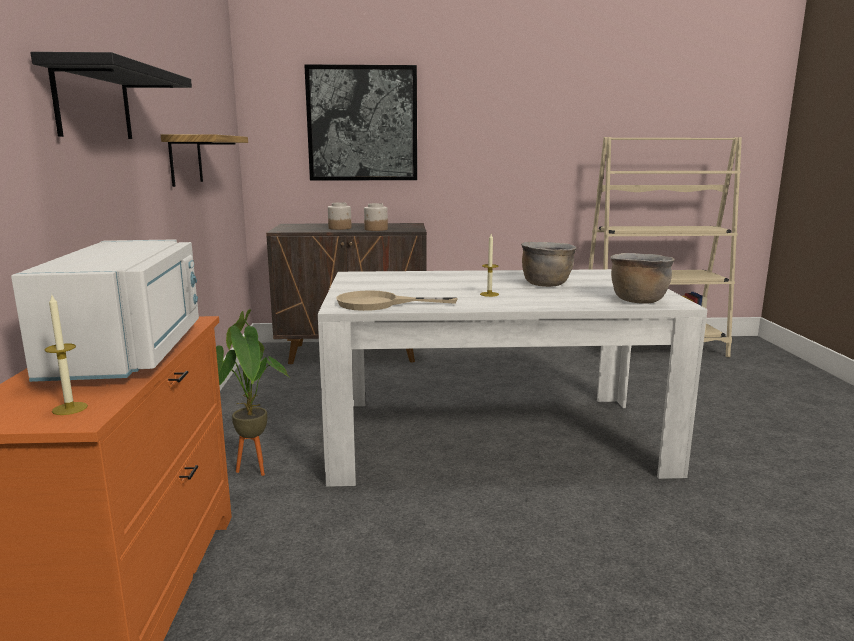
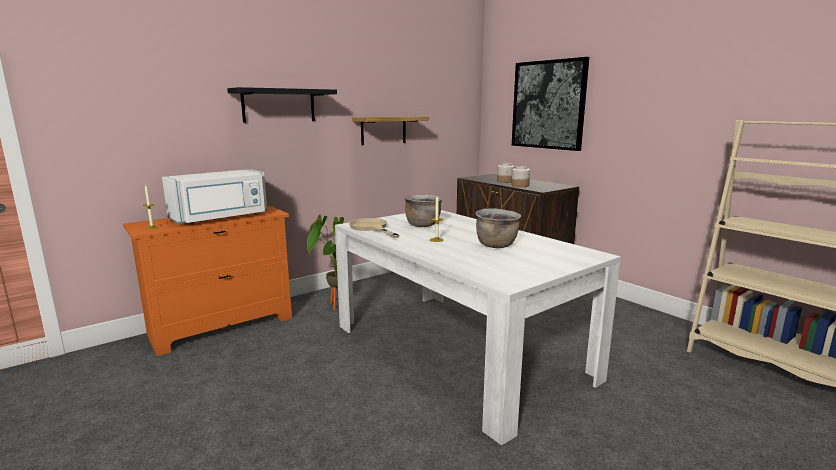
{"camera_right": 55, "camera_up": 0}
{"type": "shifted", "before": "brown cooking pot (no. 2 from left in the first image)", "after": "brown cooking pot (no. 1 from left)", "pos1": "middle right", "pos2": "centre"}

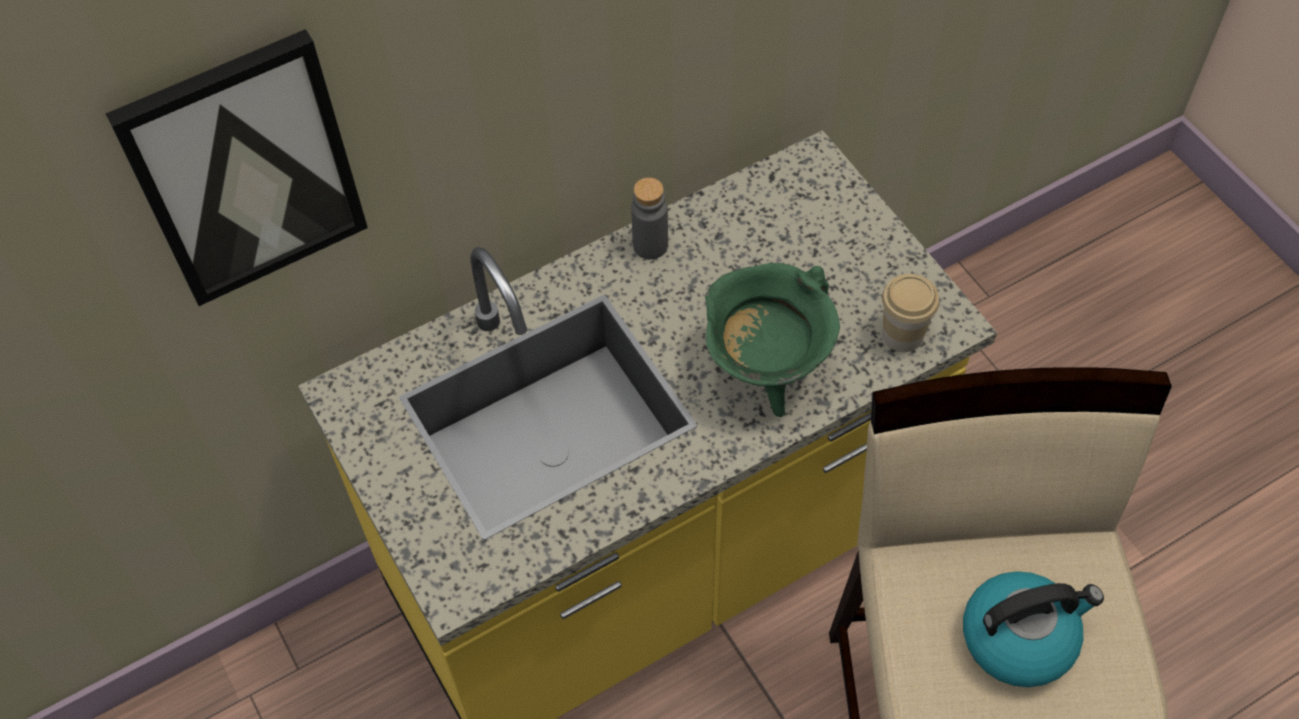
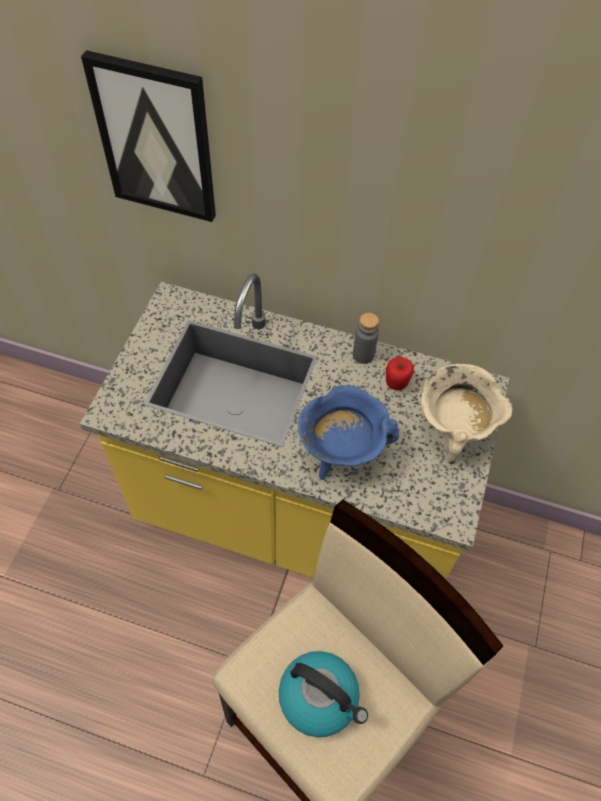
{"camera_right": 45, "camera_up": 0}
{"type": "repainted", "before": "green cooking pot", "after": "blue cooking pot", "pos1": "centre", "pos2": "centre"}
{"type": "gone", "before": "cup", "pos1": "middle right"}
{"type": "new", "after": "apple", "pos2": "centre"}
{"type": "new", "after": "beige cooking pot", "pos2": "middle right"}

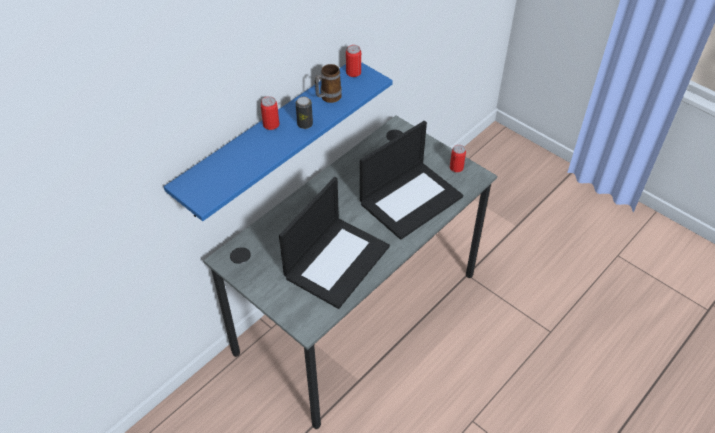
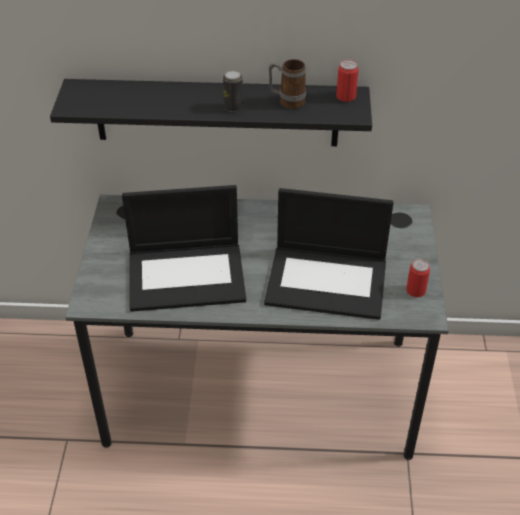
{"camera_right": 50, "camera_up": -5}
{"type": "repainted", "before": "blue shelf", "after": "black shelf", "pos1": "top centre", "pos2": "top centre"}
{"type": "gone", "before": "can (no. 1 from left)", "pos1": "top centre"}

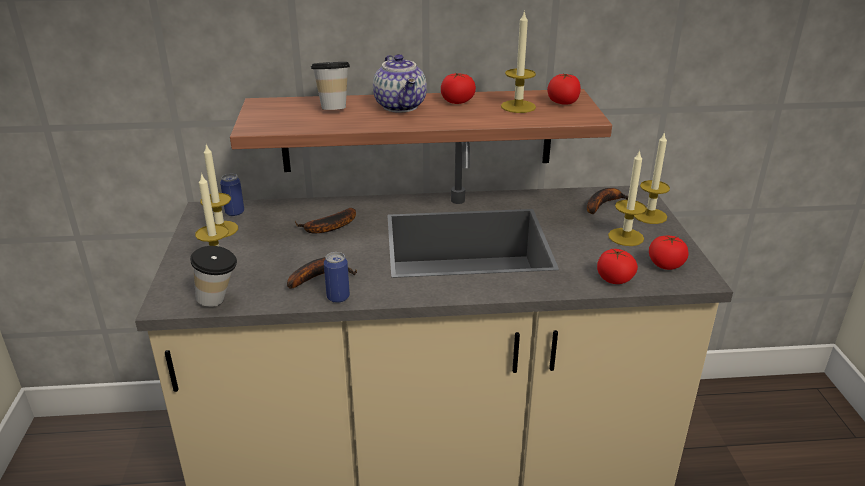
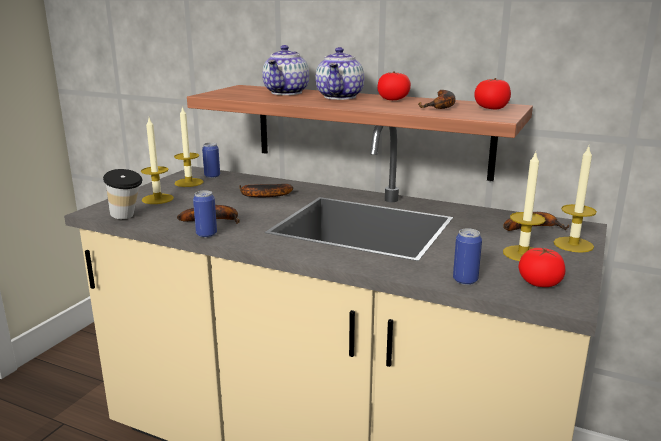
{"camera_right": 30, "camera_up": -10}
{"type": "swapped", "before": "cup (no. 2 from left)", "after": "teapot (no. 1 from left)", "pos1": "top centre", "pos2": "top centre"}
{"type": "swapped", "before": "candle (no. 3 from left)", "after": "banana (no. 3 from left)", "pos1": "top centre", "pos2": "top centre"}
{"type": "swapped", "before": "tomato (no. 3 from left)", "after": "can (no. 3 from left)", "pos1": "middle right", "pos2": "middle right"}

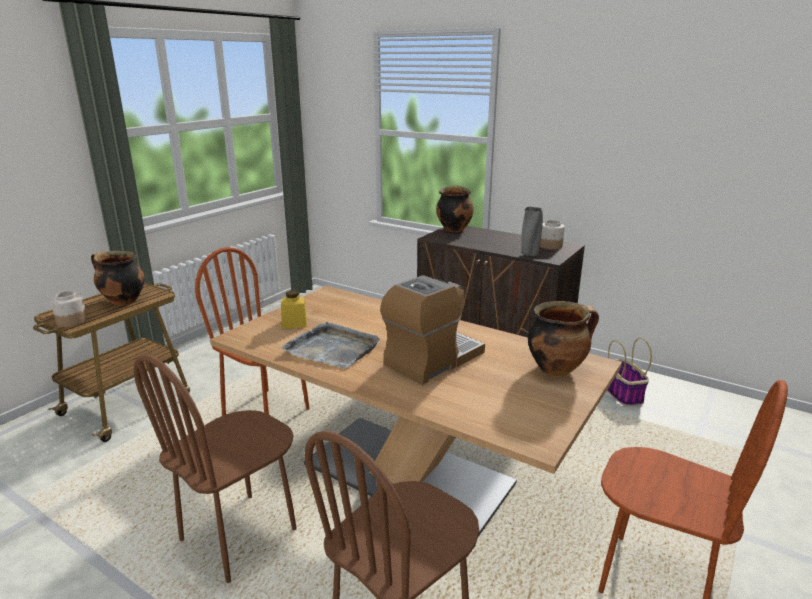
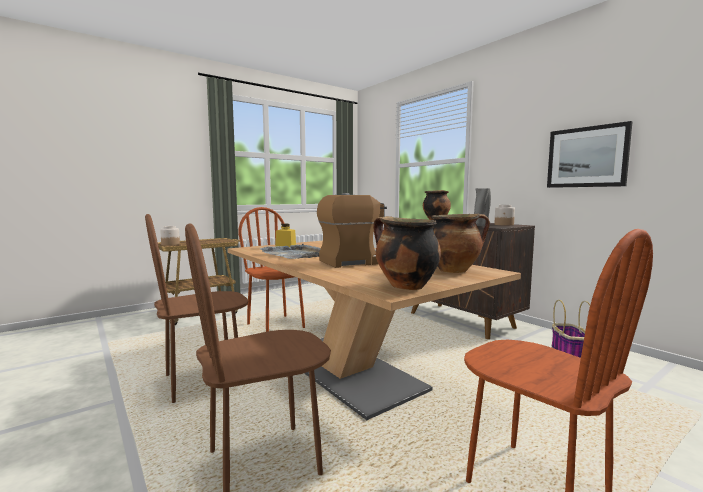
{"camera_right": 20, "camera_up": -15}
{"type": "shifted", "before": "cooking pot (no. 1 from left)", "pos1": "middle left", "pos2": "centre"}
{"type": "new", "after": "picture", "pos2": "top right"}

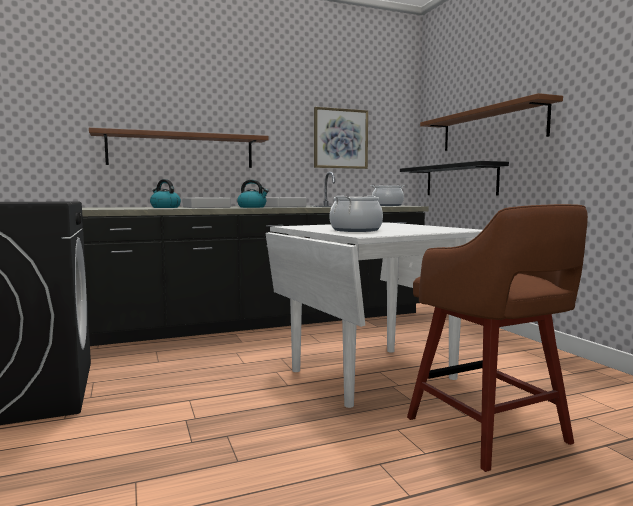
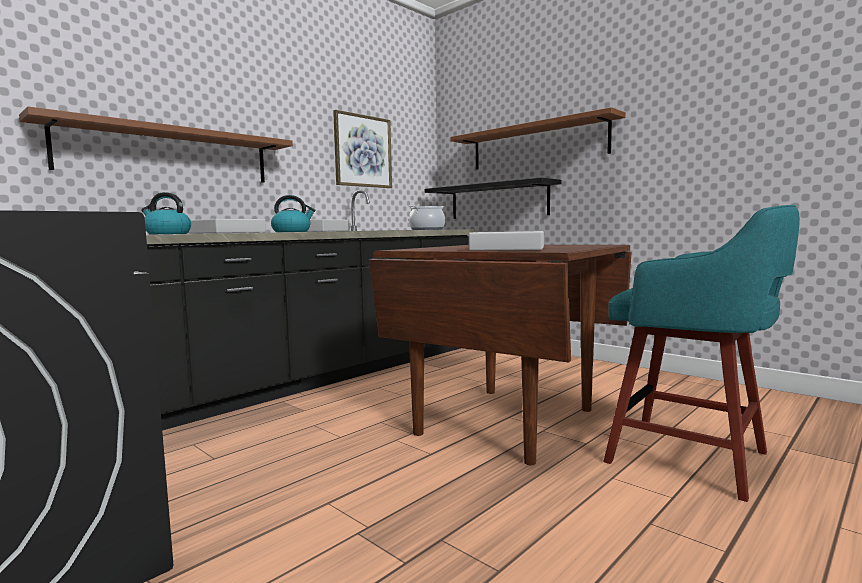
{"camera_right": -25, "camera_up": 0}
{"type": "repainted", "before": "white dining table", "after": "brown dining table", "pos1": "centre", "pos2": "centre"}
{"type": "swapped", "before": "cooking pot (no. 1 from left)", "after": "grey tray (no. 3 from left)", "pos1": "centre", "pos2": "centre"}
{"type": "repainted", "before": "brown stool", "after": "turquoise stool", "pos1": "bottom right", "pos2": "middle right"}

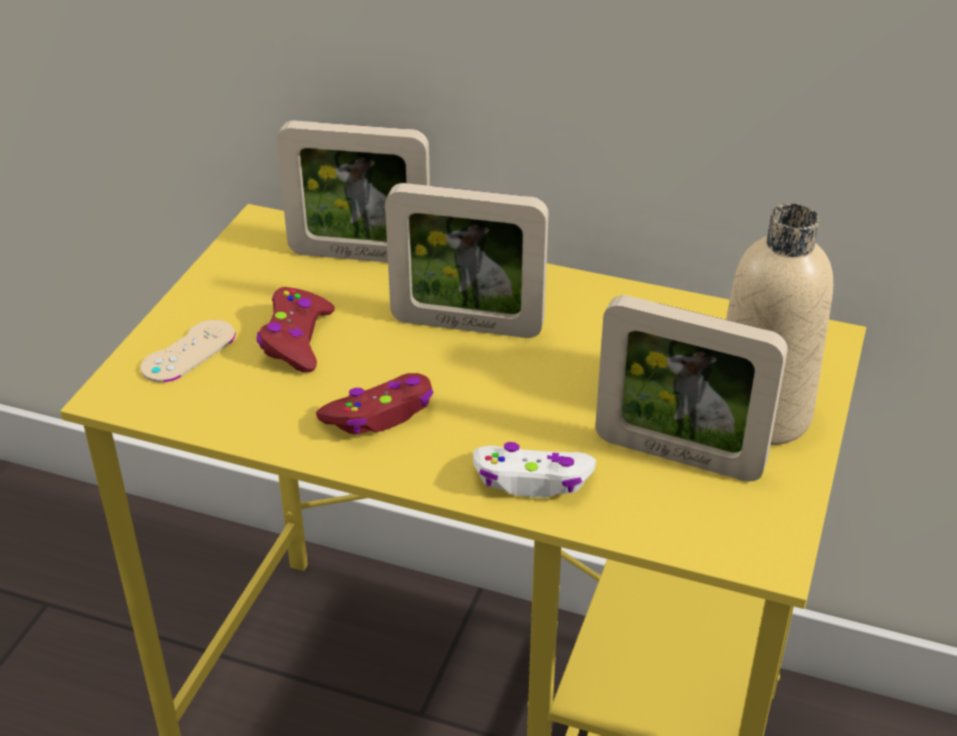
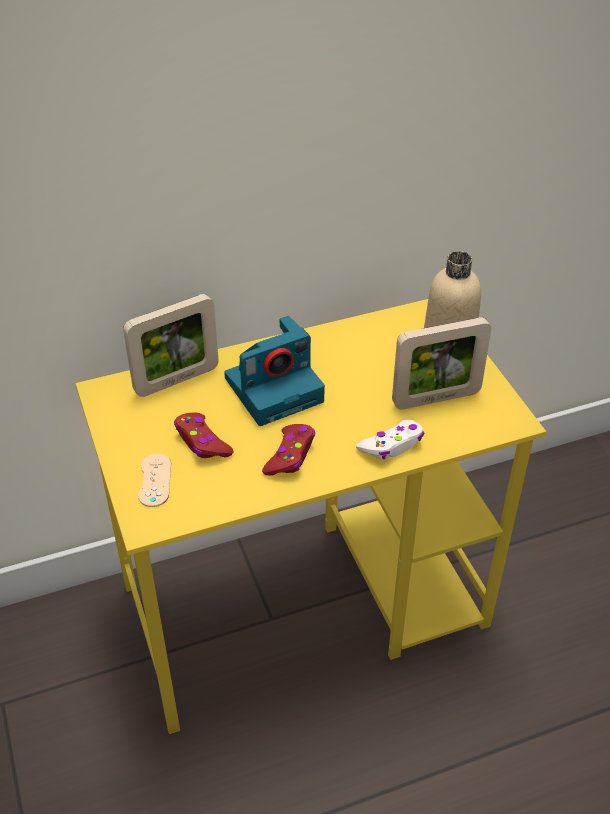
{"camera_right": -40, "camera_up": 5}
{"type": "swapped", "before": "picture frame (no. 2 from left)", "after": "photo camera", "pos1": "centre", "pos2": "centre"}

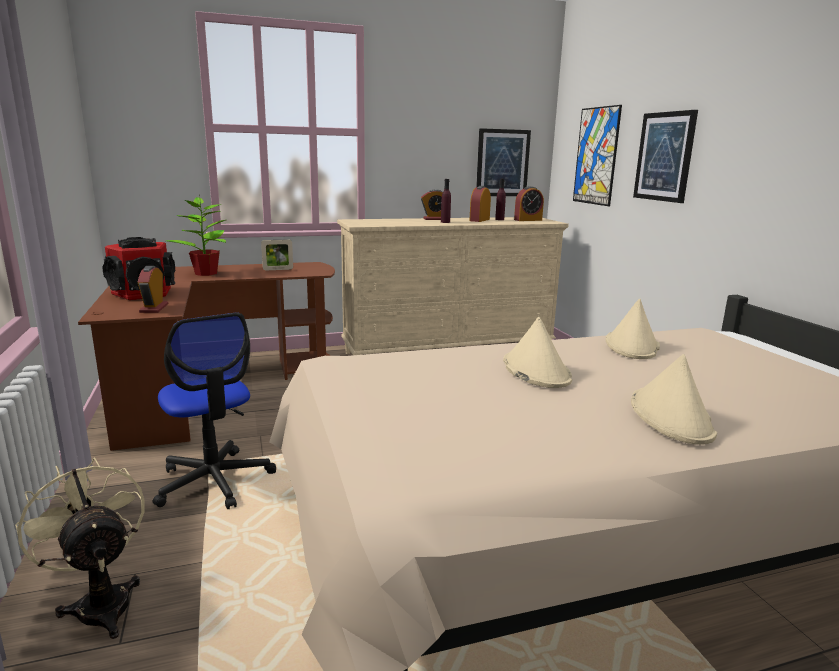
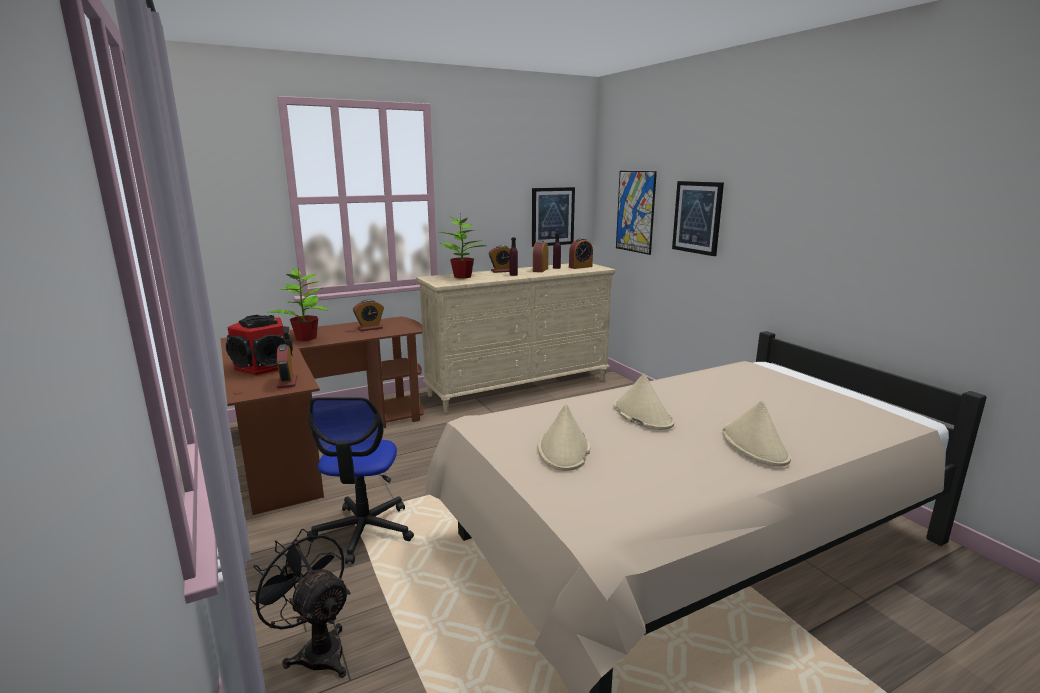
{"camera_right": -10, "camera_up": 0}
{"type": "repainted", "before": "beige fan", "after": "black fan", "pos1": "bottom left", "pos2": "bottom left"}
{"type": "rotated", "before": "office chair", "pos1": "middle left", "pos2": "bottom centre", "turn": 45}
{"type": "swapped", "before": "picture frame", "after": "alarm clock (no. 2 from left)", "pos1": "middle left", "pos2": "centre"}
{"type": "shifted", "before": "beige hat (no. 2 from left in the first image)", "after": "beige hat (no. 1 from left)", "pos1": "middle right", "pos2": "centre"}
{"type": "new", "after": "potted plant (no. 2 from left)", "pos2": "centre"}

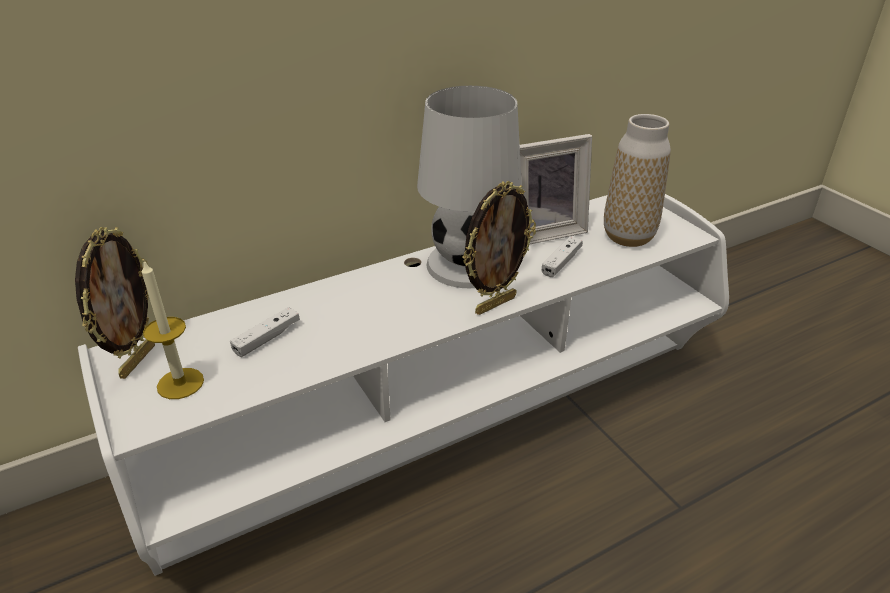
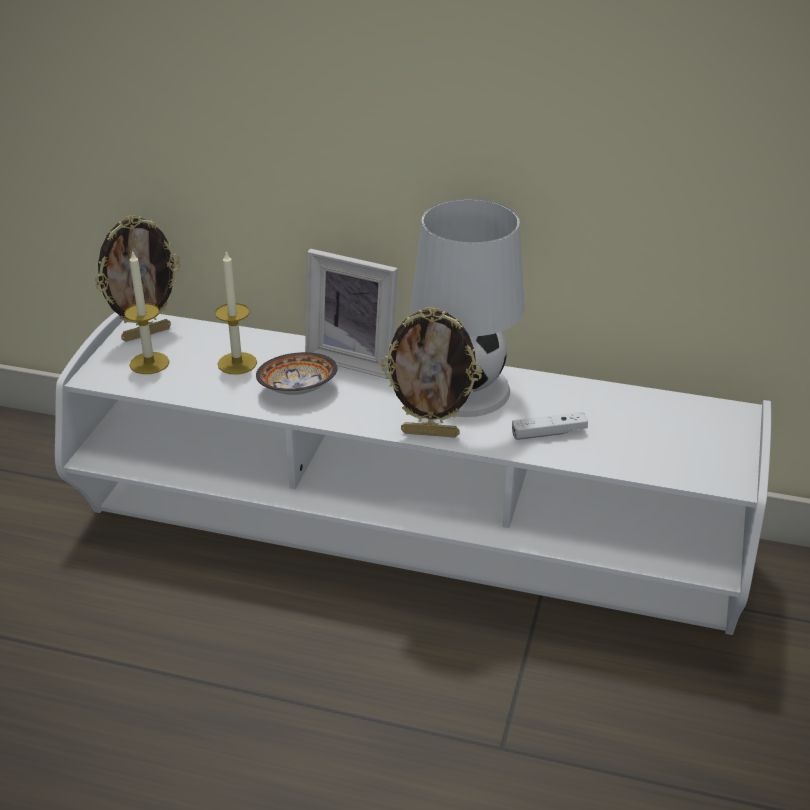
{"camera_right": 45, "camera_up": 0}
{"type": "swapped", "before": "white game controller (no. 1 from left)", "after": "candle (no. 2 from left)", "pos1": "middle left", "pos2": "middle left"}
{"type": "shifted", "before": "picture frame (no. 3 from left in the first image)", "after": "picture frame (no. 2 from left)", "pos1": "top centre", "pos2": "centre"}
{"type": "gone", "before": "vase", "pos1": "top right"}
{"type": "new", "after": "bowl", "pos2": "centre"}

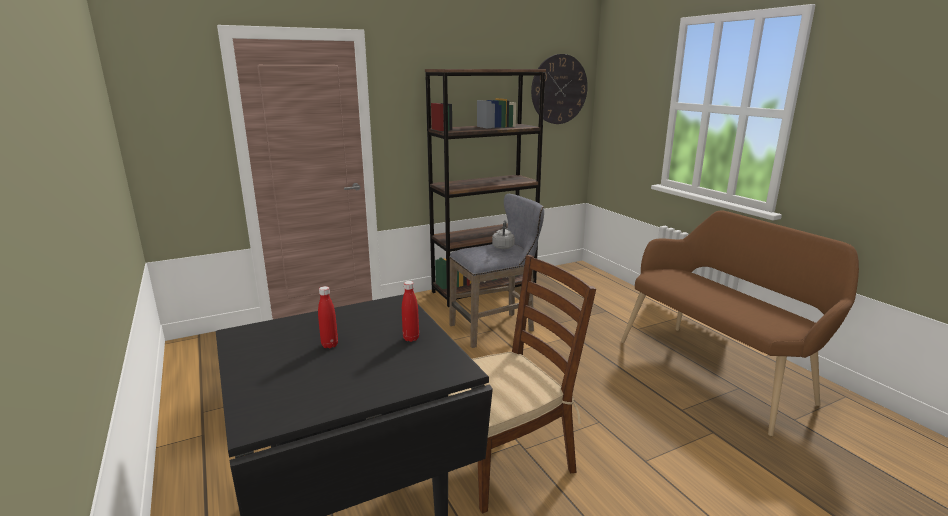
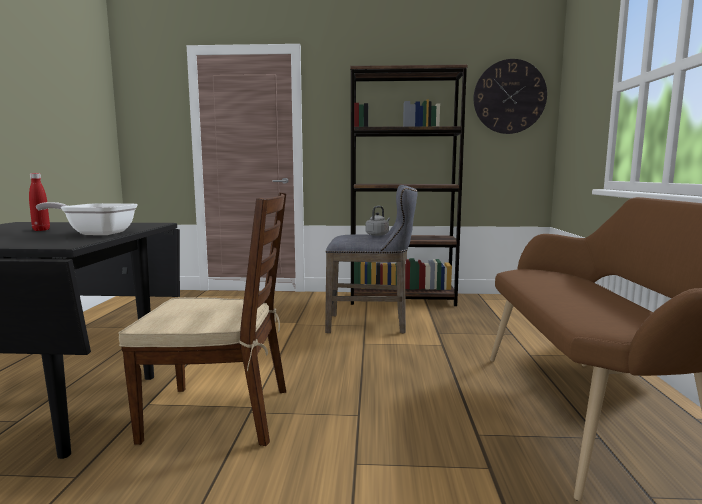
{"camera_right": 30, "camera_up": -10}
{"type": "swapped", "before": "red bottle (no. 2 from left)", "after": "frying pan", "pos1": "centre", "pos2": "middle left"}

